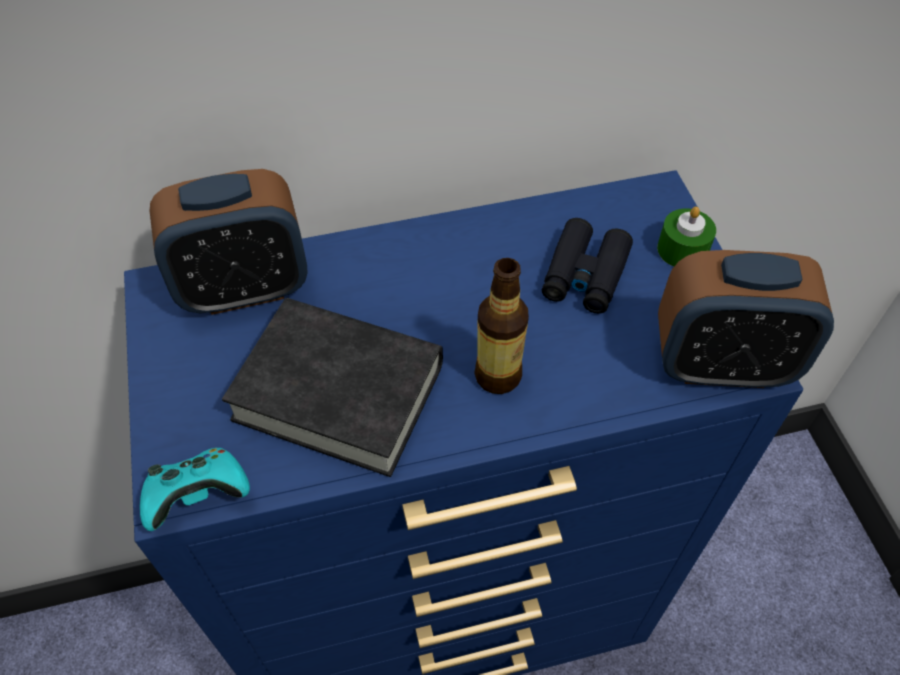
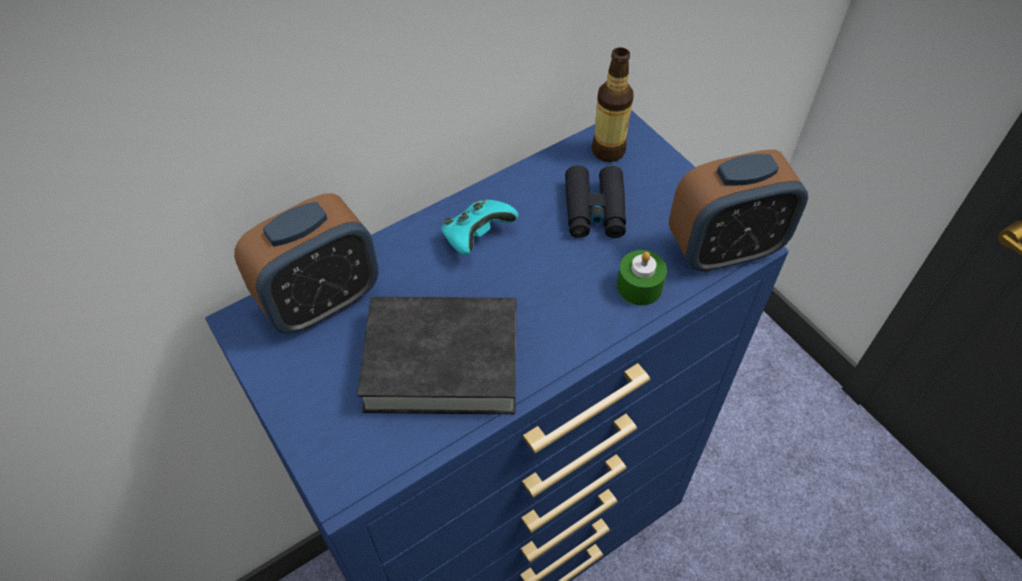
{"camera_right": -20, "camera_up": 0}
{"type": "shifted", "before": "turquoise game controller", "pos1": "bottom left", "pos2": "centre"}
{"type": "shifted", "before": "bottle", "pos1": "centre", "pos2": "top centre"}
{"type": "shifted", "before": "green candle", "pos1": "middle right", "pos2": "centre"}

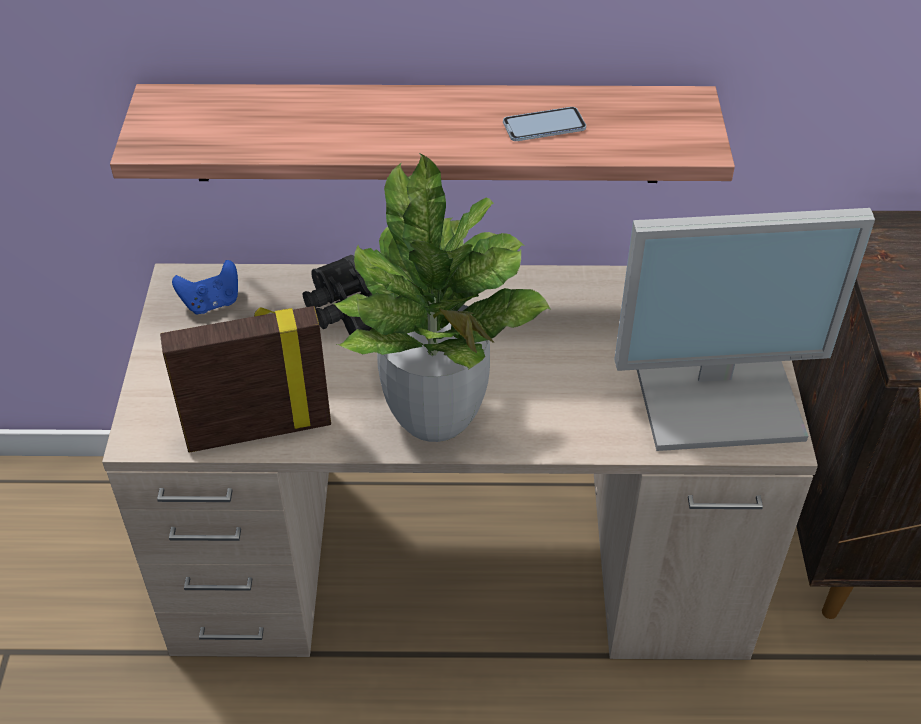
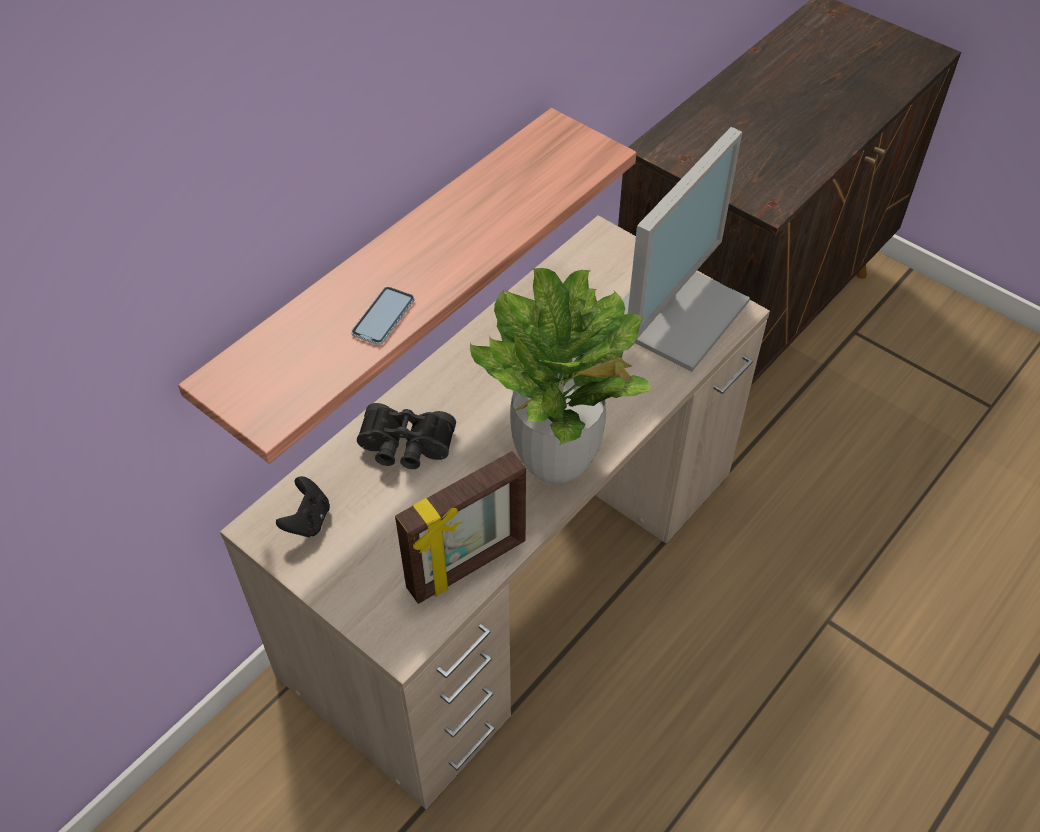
{"camera_right": -50, "camera_up": 5}
{"type": "rotated", "before": "picture frame", "pos1": "middle left", "pos2": "centre", "turn": -150}
{"type": "repainted", "before": "blue game controller", "after": "black game controller", "pos1": "middle left", "pos2": "middle left"}
{"type": "shifted", "before": "phone", "pos1": "top centre", "pos2": "centre"}

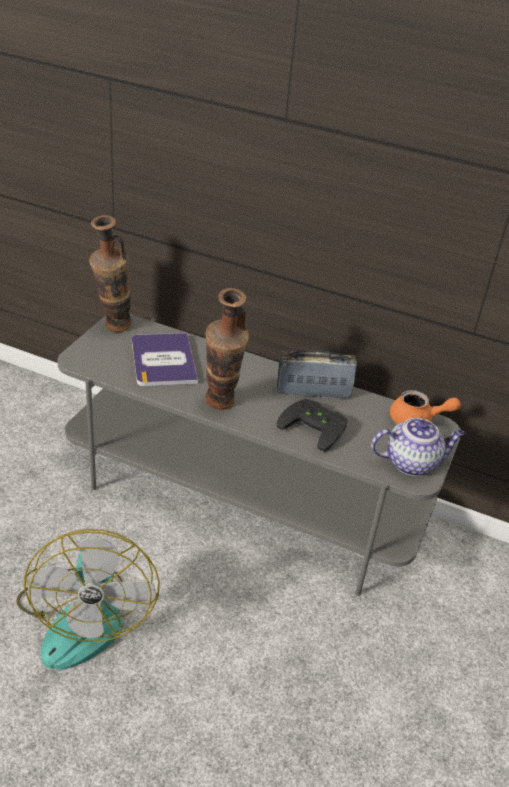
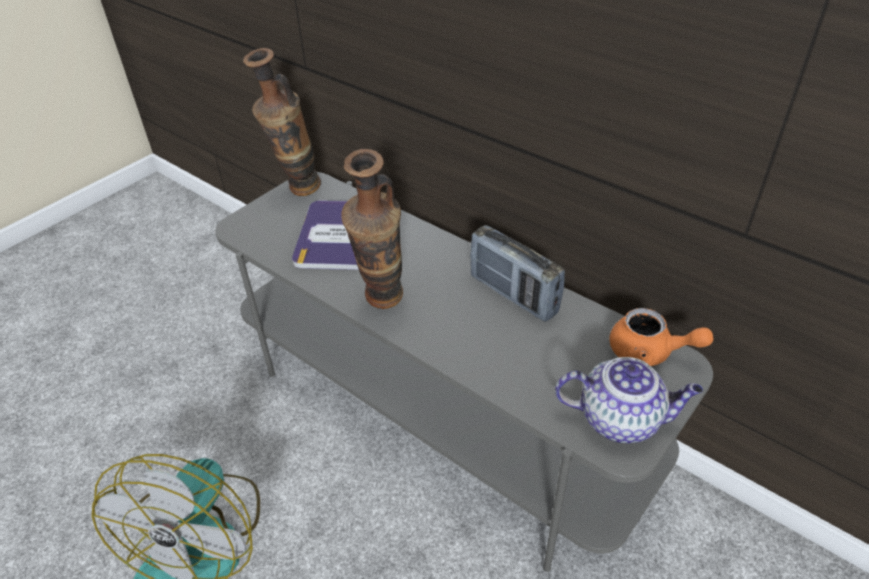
{"camera_right": 20, "camera_up": 5}
{"type": "gone", "before": "black game controller", "pos1": "centre"}
{"type": "rotated", "before": "radio", "pos1": "centre", "pos2": "centre", "turn": -150}

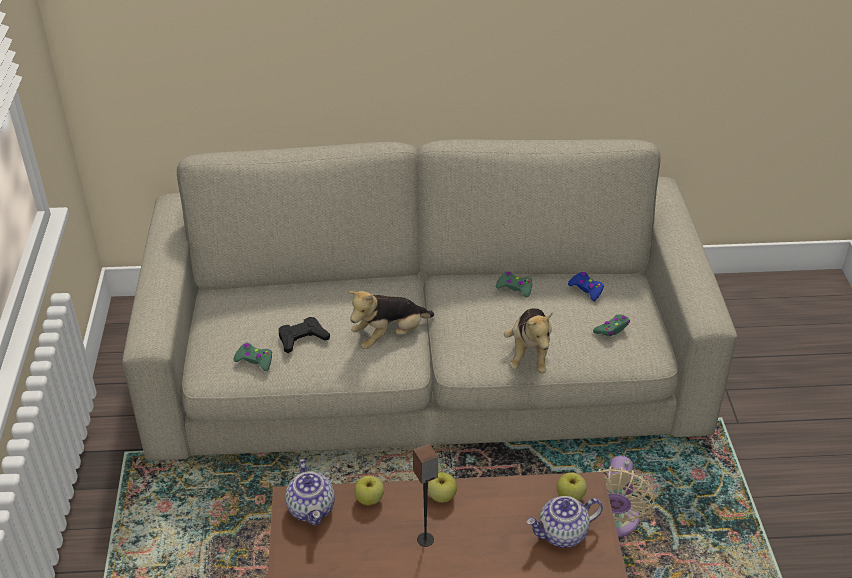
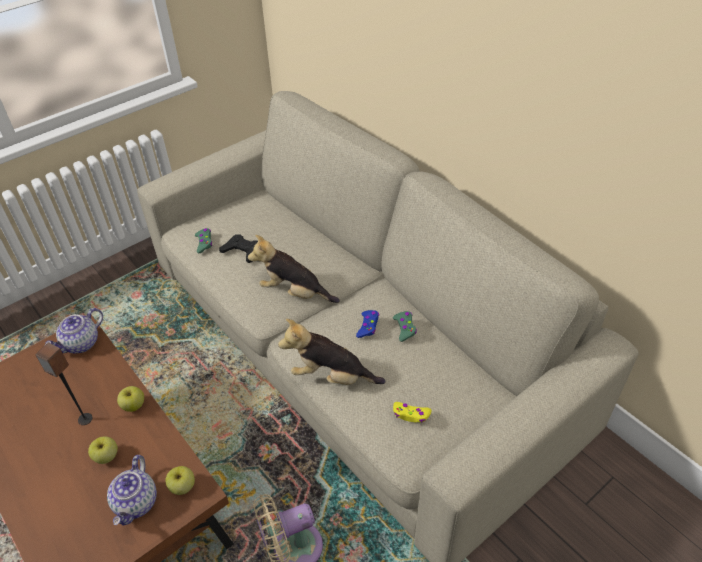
{"camera_right": 55, "camera_up": 5}
{"type": "shifted", "before": "apple (no. 1 from left)", "pos1": "bottom centre", "pos2": "bottom left"}
{"type": "rotated", "before": "plush toy (no. 2 from left)", "pos1": "centre", "pos2": "centre", "turn": 45}
{"type": "rotated", "before": "teapot (no. 2 from left)", "pos1": "bottom centre", "pos2": "bottom left", "turn": -120}
{"type": "shifted", "before": "blue game controller", "pos1": "middle right", "pos2": "centre"}
{"type": "repainted", "before": "green game controller (no. 3 from left)", "after": "yellow game controller", "pos1": "middle right", "pos2": "bottom centre"}

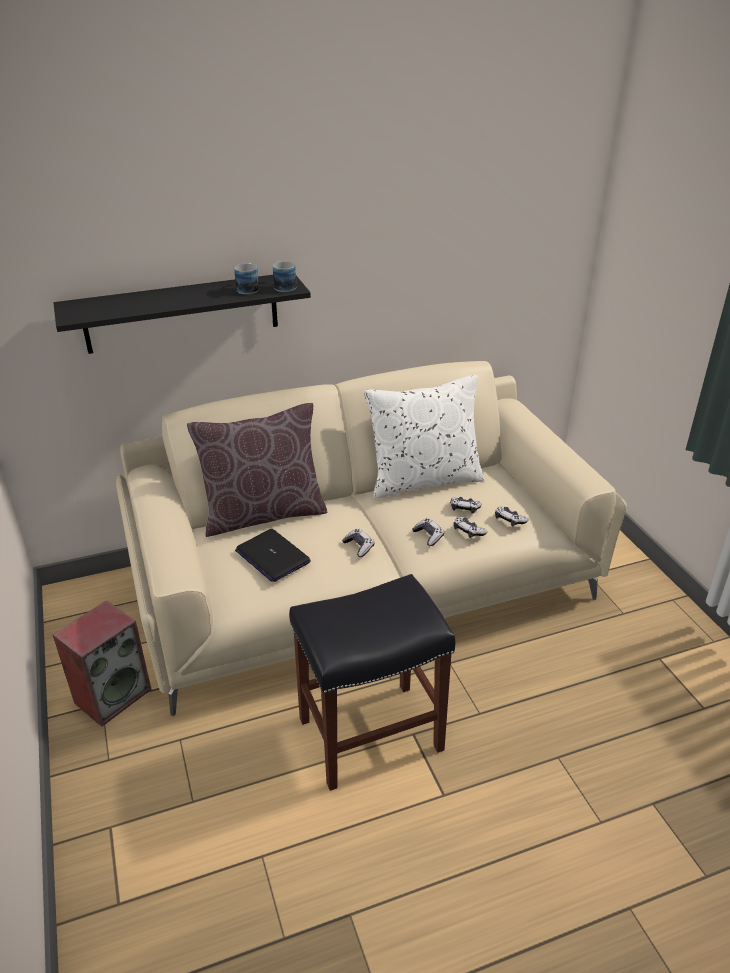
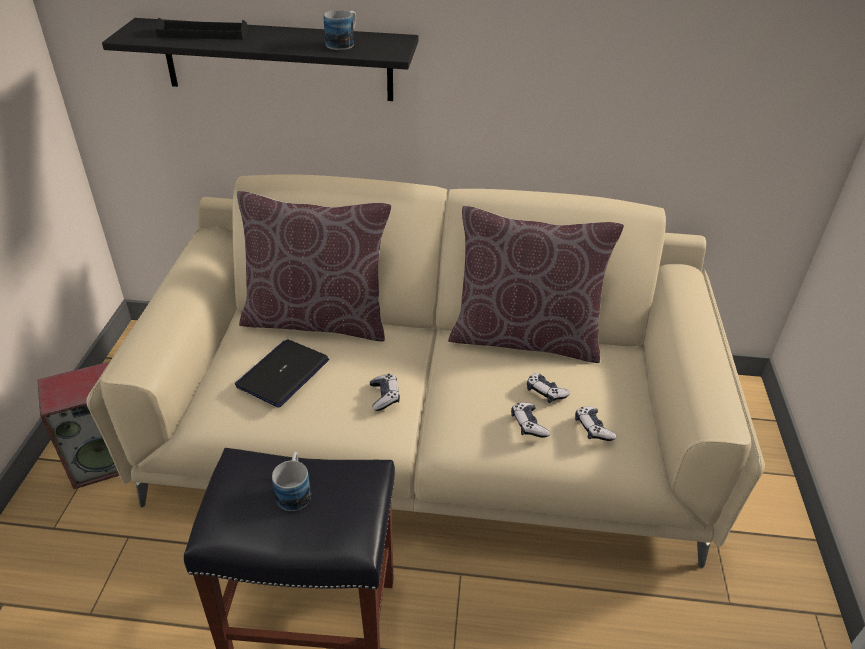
{"camera_right": 25, "camera_up": 5}
{"type": "rotated", "before": "laptop", "pos1": "centre", "pos2": "middle left", "turn": 45}
{"type": "shifted", "before": "mug (no. 2 from left in the first image)", "after": "mug (no. 1 from left)", "pos1": "top centre", "pos2": "bottom centre"}
{"type": "repainted", "before": "white pillow", "after": "brown pillow (no. 2 from left)", "pos1": "centre", "pos2": "centre"}
{"type": "gone", "before": "game controller (no. 2 from left)", "pos1": "centre"}
{"type": "new", "after": "black tray", "pos2": "top left"}

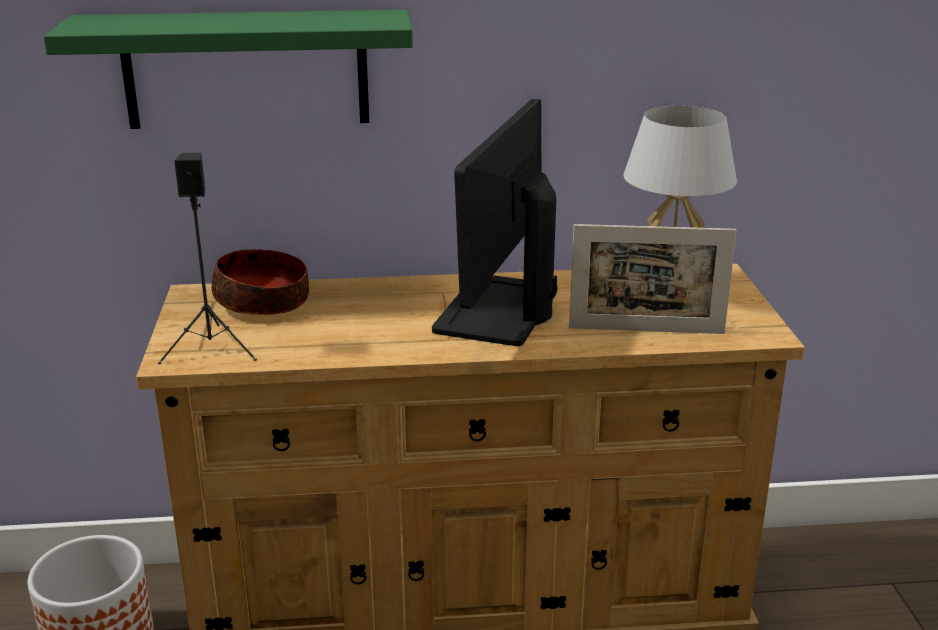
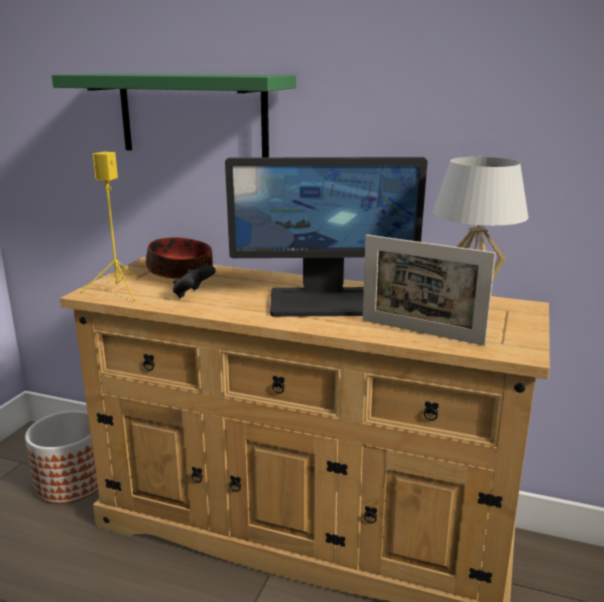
{"camera_right": 25, "camera_up": -5}
{"type": "repainted", "before": "black speaker", "after": "yellow speaker", "pos1": "middle left", "pos2": "middle left"}
{"type": "rotated", "before": "monitor", "pos1": "centre", "pos2": "centre", "turn": -135}
{"type": "new", "after": "black game controller", "pos2": "middle left"}

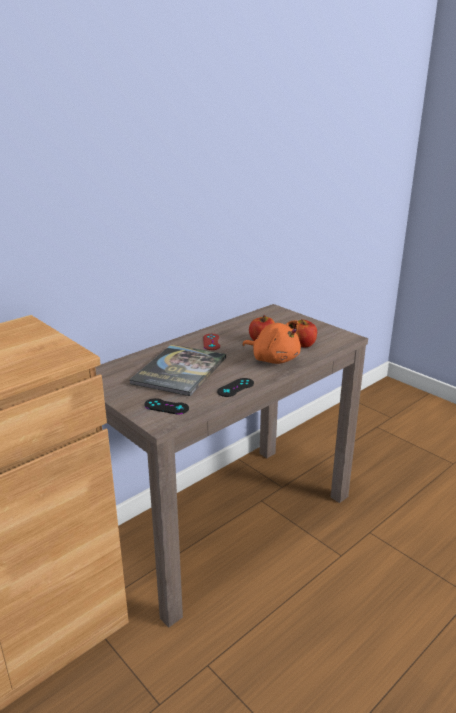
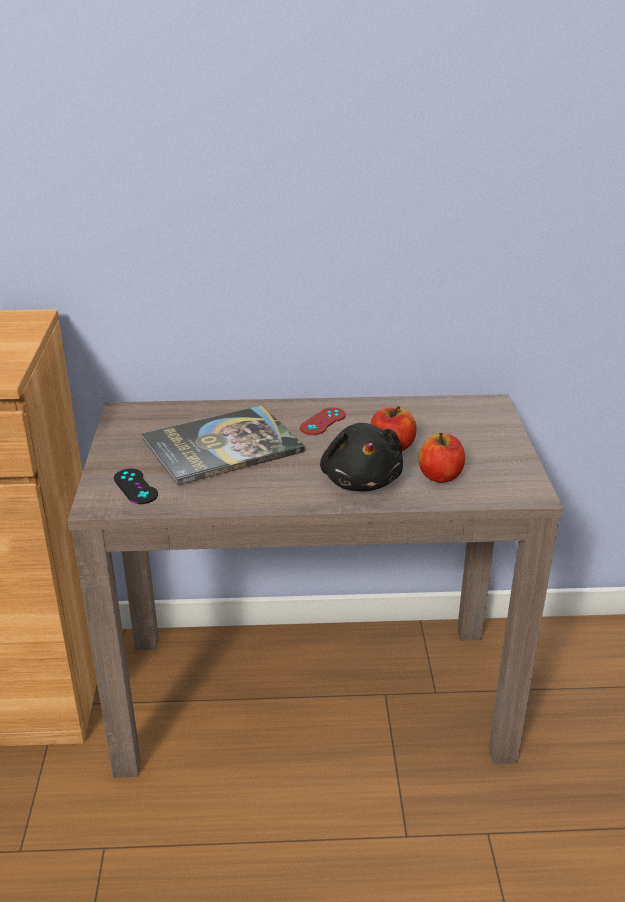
{"camera_right": 40, "camera_up": 5}
{"type": "gone", "before": "black game controller (no. 2 from left)", "pos1": "centre"}
{"type": "repainted", "before": "orange plush toy", "after": "black plush toy", "pos1": "centre", "pos2": "centre"}

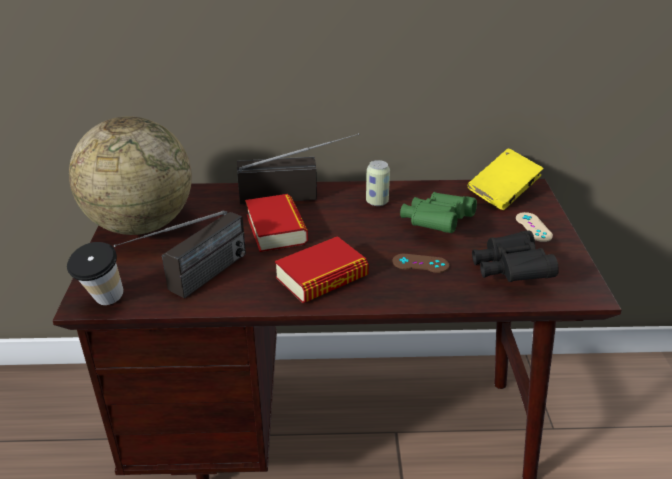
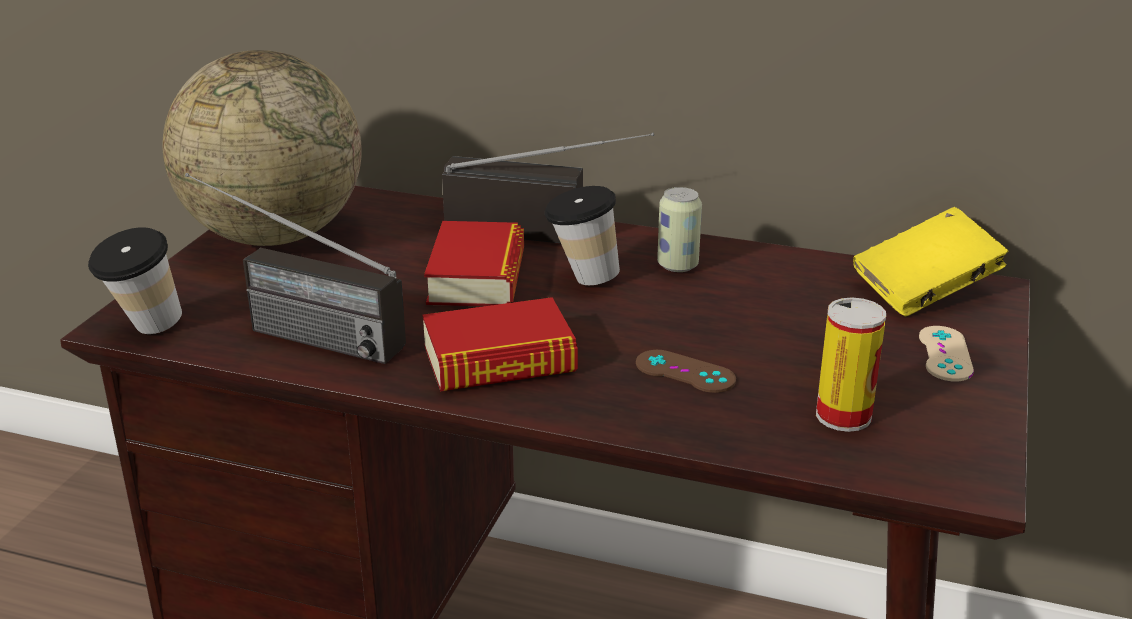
{"camera_right": 20, "camera_up": -5}
{"type": "rotated", "before": "radio (no. 1 from left)", "pos1": "middle left", "pos2": "middle left", "turn": 60}
{"type": "gone", "before": "green binoculars", "pos1": "centre"}
{"type": "swapped", "before": "black binoculars", "after": "can (no. 2 from left)", "pos1": "middle right", "pos2": "middle right"}
{"type": "new", "after": "cup (no. 2 from left)", "pos2": "centre"}

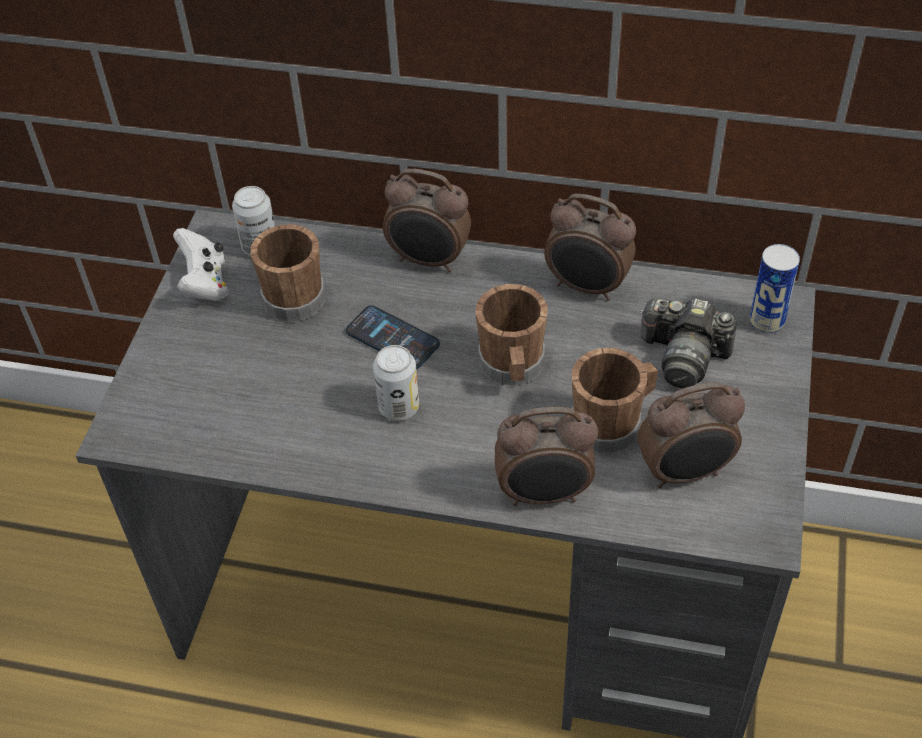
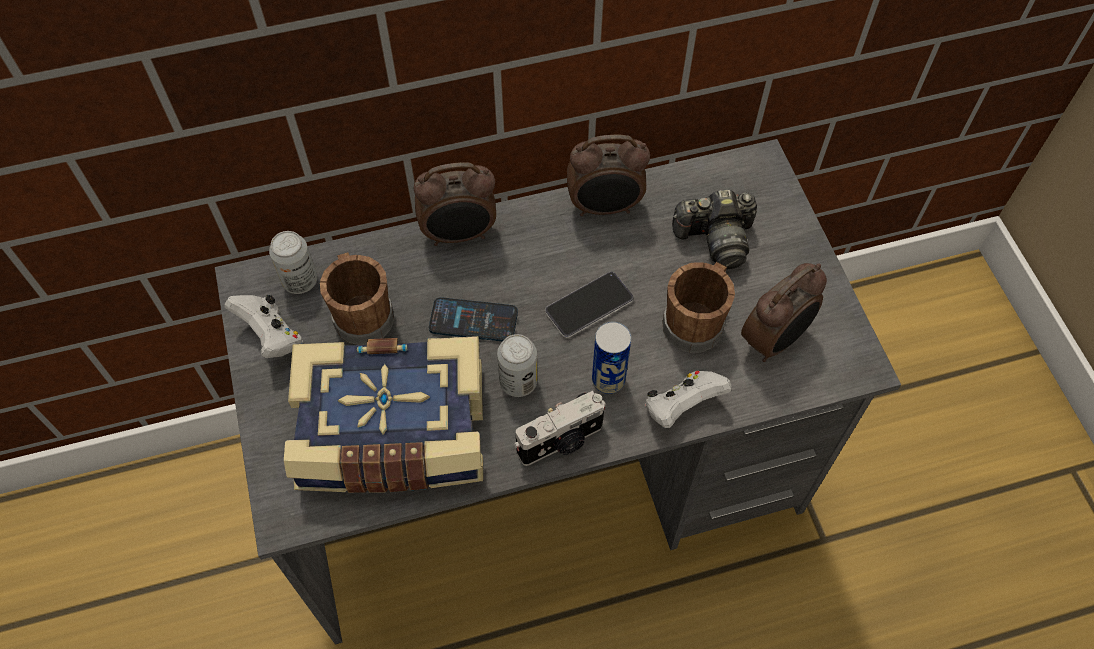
{"camera_right": -30, "camera_up": 10}
{"type": "swapped", "before": "brown mug (no. 2 from left)", "after": "phone (no. 2 from left)", "pos1": "centre", "pos2": "centre"}
{"type": "swapped", "before": "alarm clock (no. 2 from left)", "after": "white game controller (no. 2 from left)", "pos1": "centre", "pos2": "centre"}
{"type": "shifted", "before": "can (no. 3 from left)", "pos1": "middle right", "pos2": "centre"}
{"type": "new", "after": "book", "pos2": "centre"}
{"type": "new", "after": "photo camera (no. 1 from left)", "pos2": "centre"}

